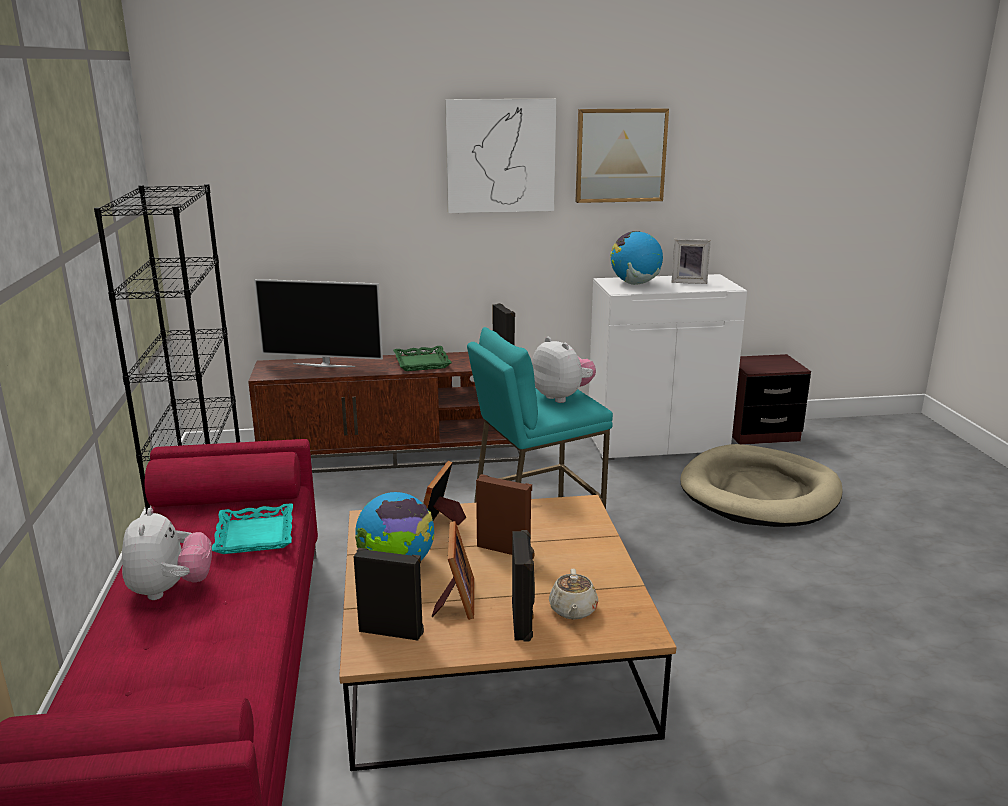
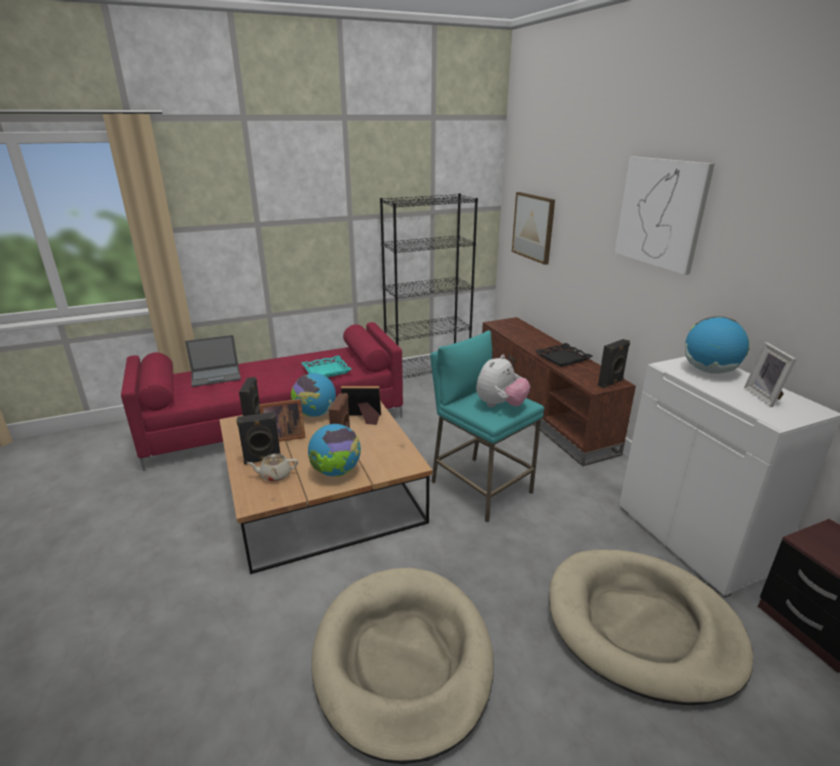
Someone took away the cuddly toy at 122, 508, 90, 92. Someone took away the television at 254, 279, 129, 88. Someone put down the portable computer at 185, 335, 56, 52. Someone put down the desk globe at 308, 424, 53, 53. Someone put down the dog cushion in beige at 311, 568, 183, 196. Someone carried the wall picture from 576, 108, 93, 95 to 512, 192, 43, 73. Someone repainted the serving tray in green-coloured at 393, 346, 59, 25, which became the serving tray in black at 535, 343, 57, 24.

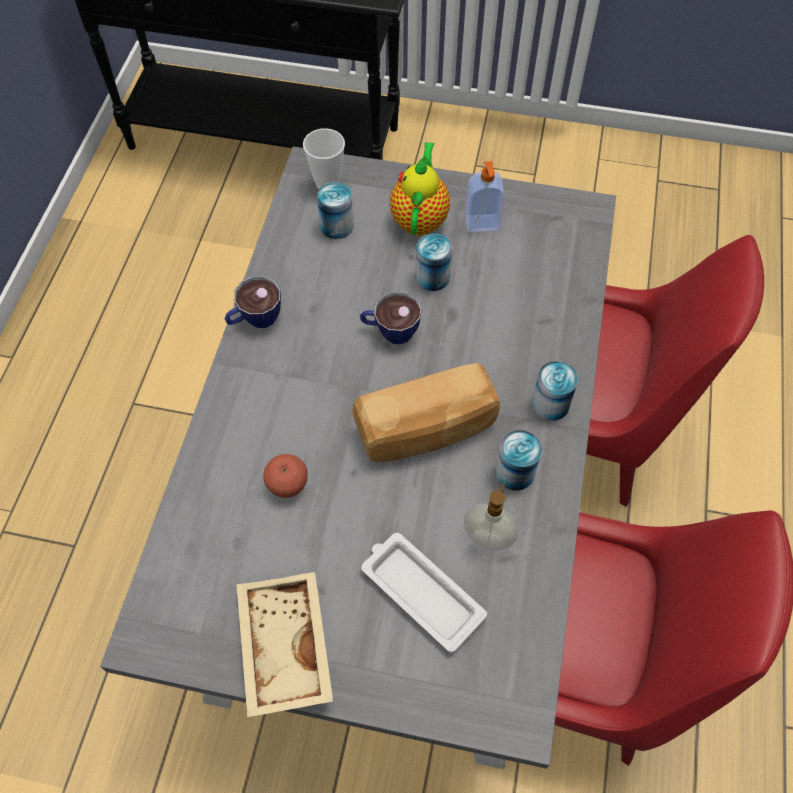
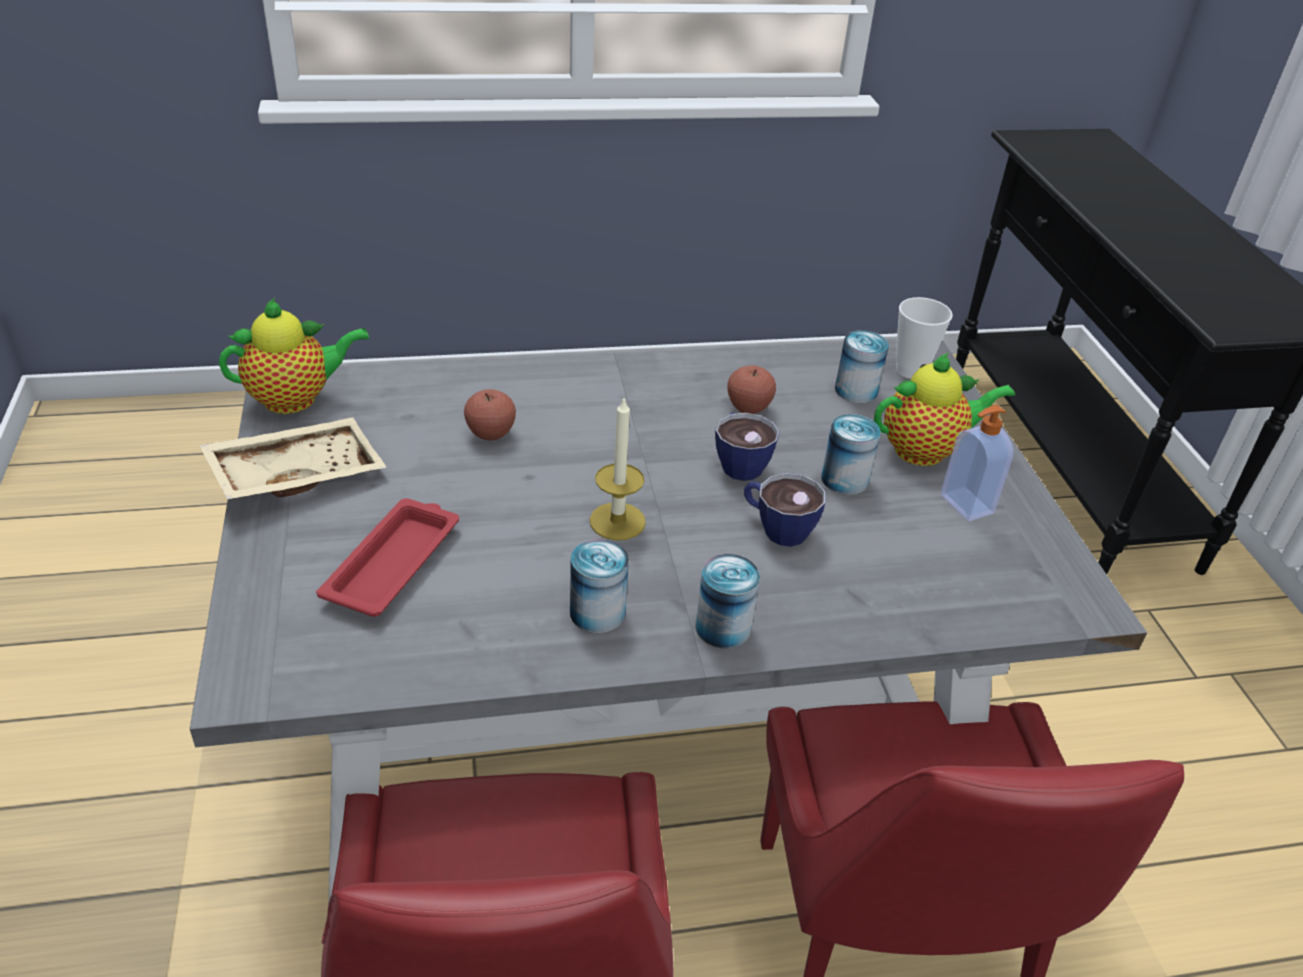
Someone took away the soap dispenser at 464, 482, 54, 69. Someone put down the pot for tea at 219, 298, 150, 116. Someone put down the apple fruit at 727, 365, 49, 49. Someone carried the small cup from 224, 276, 57, 52 to 744, 473, 82, 74. Someone swapped the bakery bread at 353, 363, 147, 100 for the candle at 590, 399, 56, 141. Someone repainted the serving tray in whitish at 361, 533, 126, 120, which became the serving tray in red-coloured at 316, 498, 143, 119.

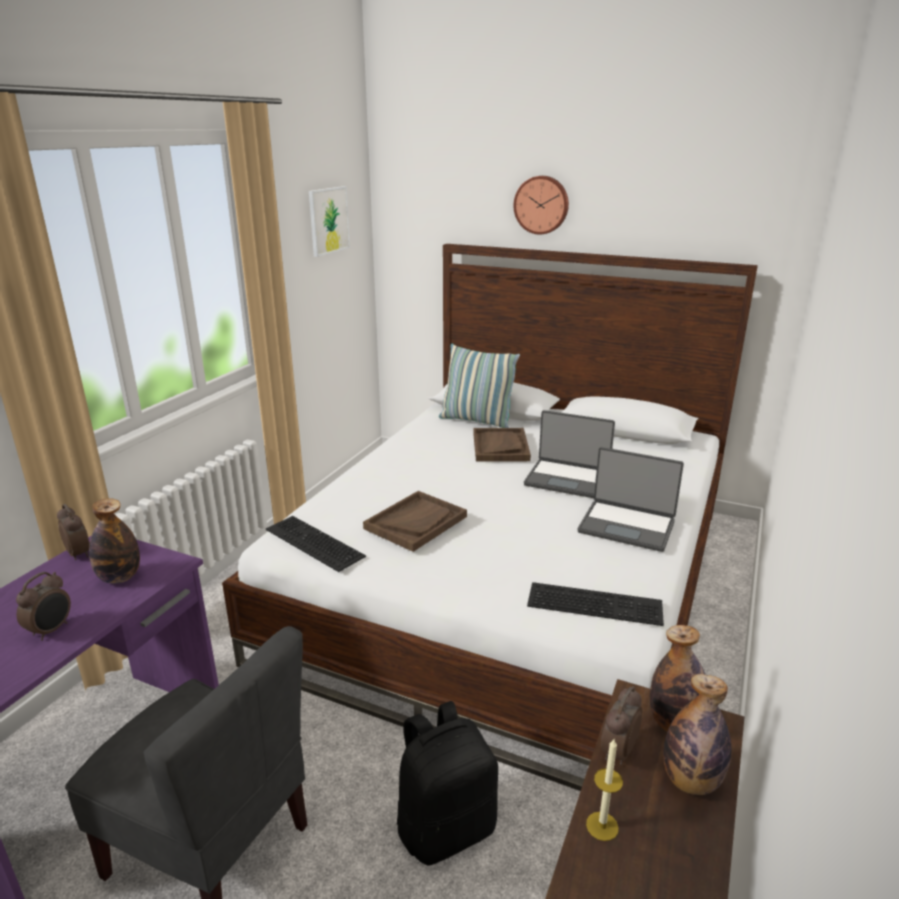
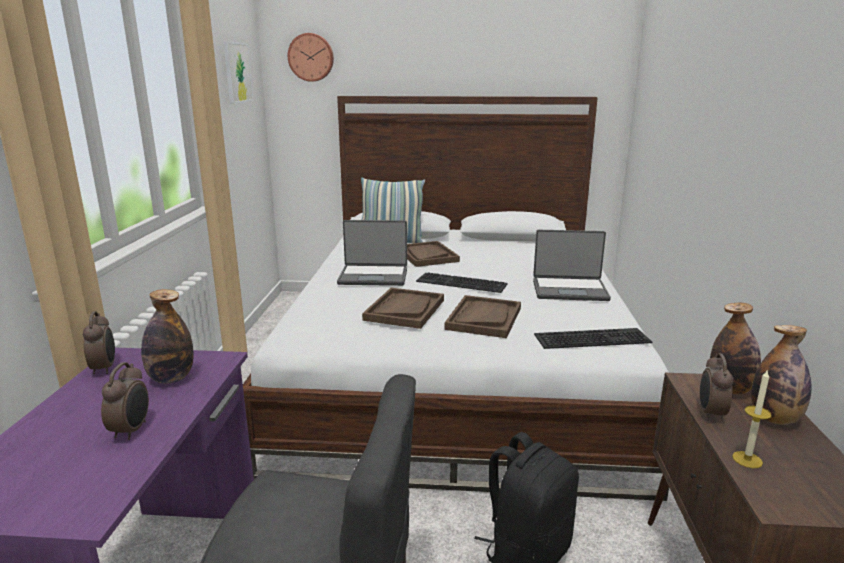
Someone put down the serving tray in brown-coloured at 445, 295, 76, 43. Someone carried the PC keyboard from 266, 516, 100, 56 to 416, 273, 92, 20. Someone carried the hanging clock from 514, 176, 55, 59 to 288, 33, 46, 49. Someone carried the portable computer from 524, 410, 91, 88 to 337, 220, 70, 66. Someone rotated the bedside clock at 57, 504, 32, 56 by 45 degrees clockwise.

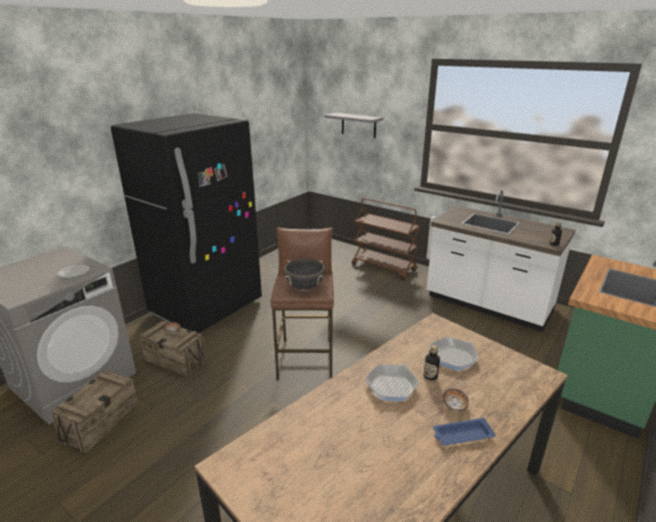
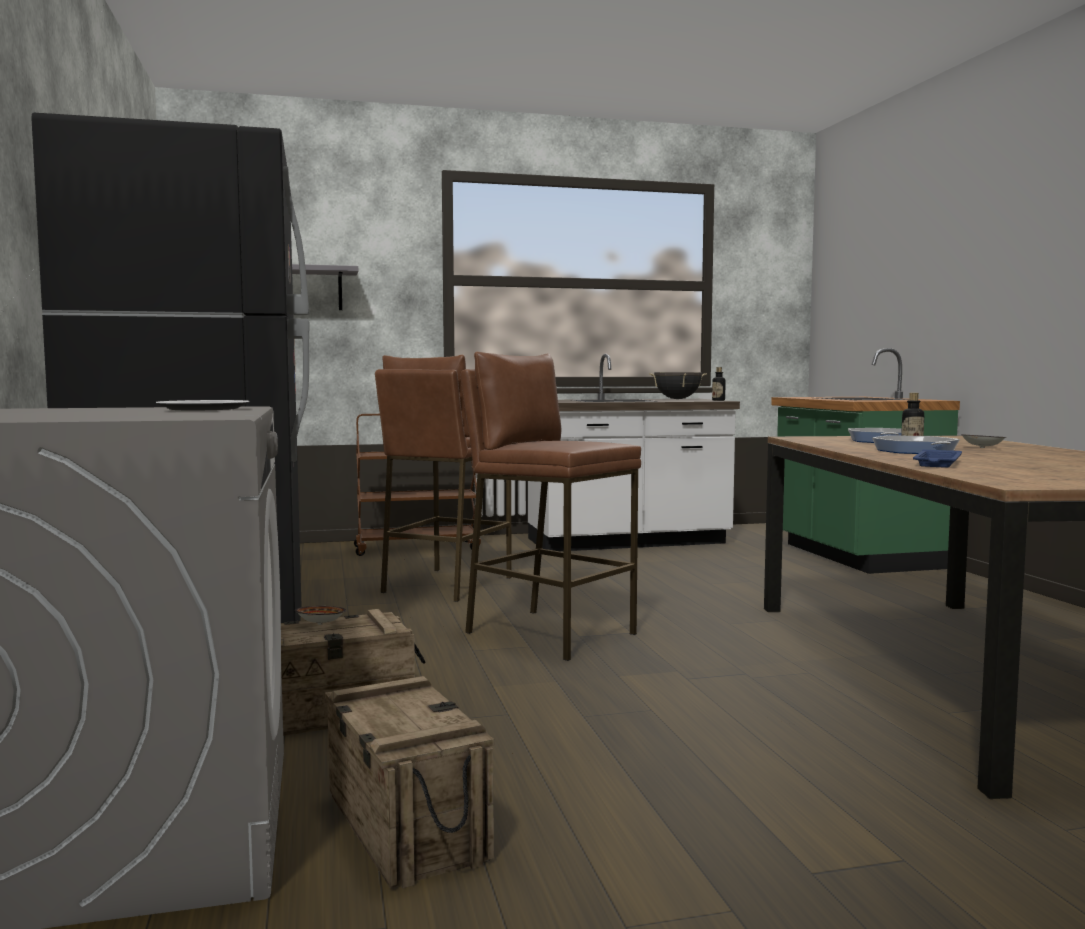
Someone put down the sitting stool in brown-coloured at 375, 355, 137, 247. Someone carried the stockpot in black from 284, 258, 41, 32 to 649, 372, 58, 27. Someone carried the serving tray in bluish from 433, 418, 63, 27 to 913, 450, 49, 18.

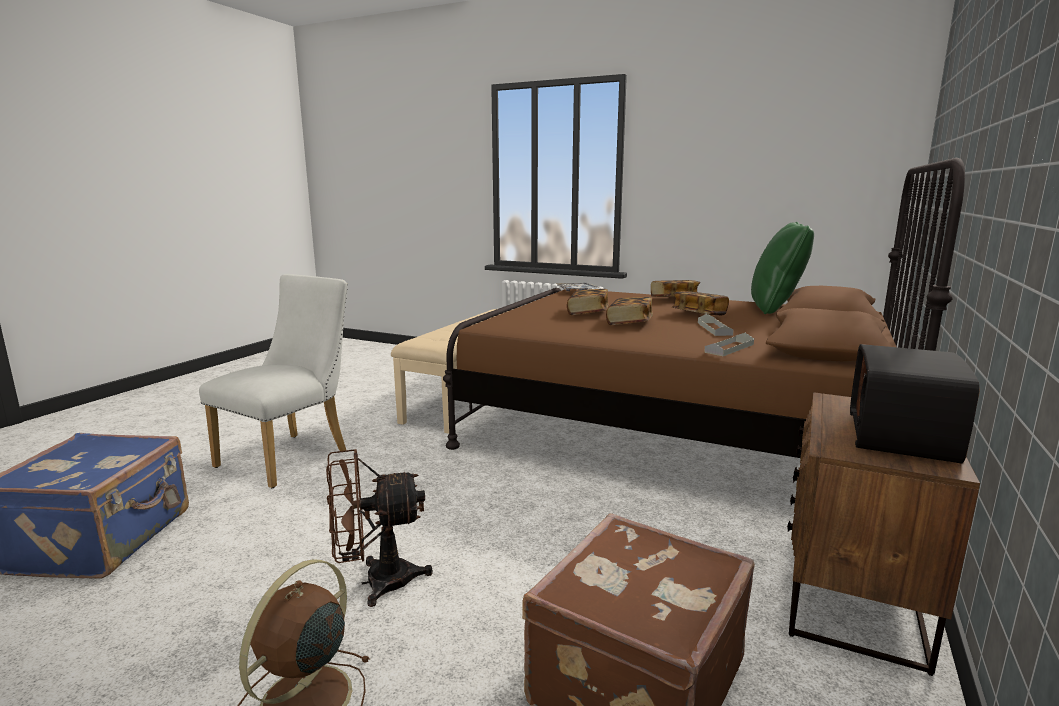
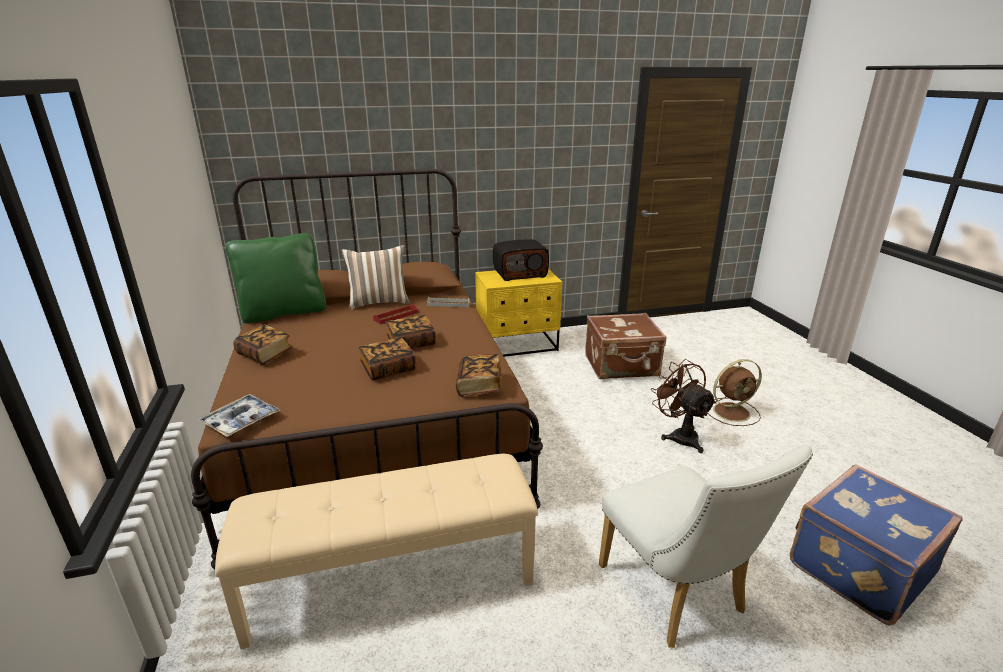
Someone put down the cushion at 341, 245, 69, 64. Someone carried the bound book from 672, 291, 57, 25 to 456, 354, 46, 43. Someone repainted the serving tray in grey at 698, 314, 36, 22, which became the serving tray in red-coloured at 373, 304, 45, 20. Someone repainted the night table in brown-coloured at 787, 392, 193, 284, which became the night table in yellow-coloured at 475, 269, 87, 88. Someone rotated the upright chair in whitish at 199, 274, 149, 214 by 105 degrees counterclockwise. Someone rotated the electric fan in brown-coloured at 326, 449, 107, 158 by 150 degrees counterclockwise.

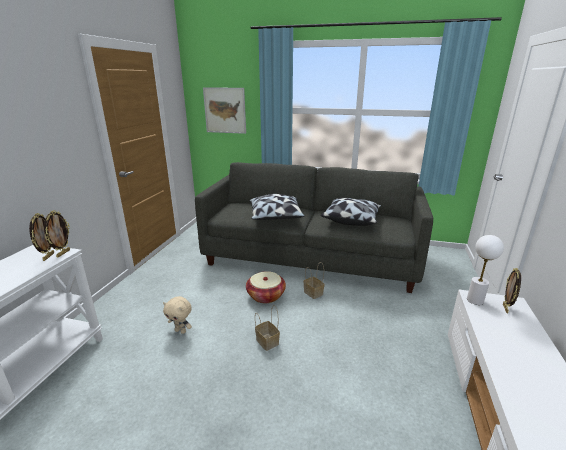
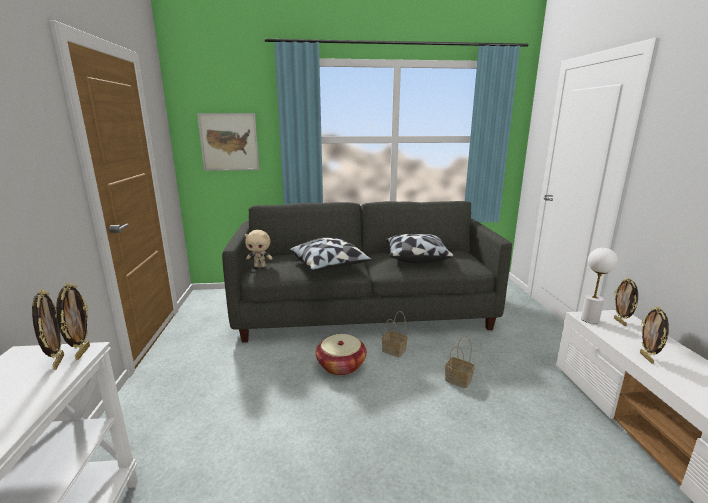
Someone put down the standing frame at 640, 307, 29, 57. Someone carried the cuddly toy in beige from 163, 296, 29, 38 to 245, 230, 27, 37. Someone carried the storage basket from 255, 305, 25, 46 to 445, 336, 30, 52.

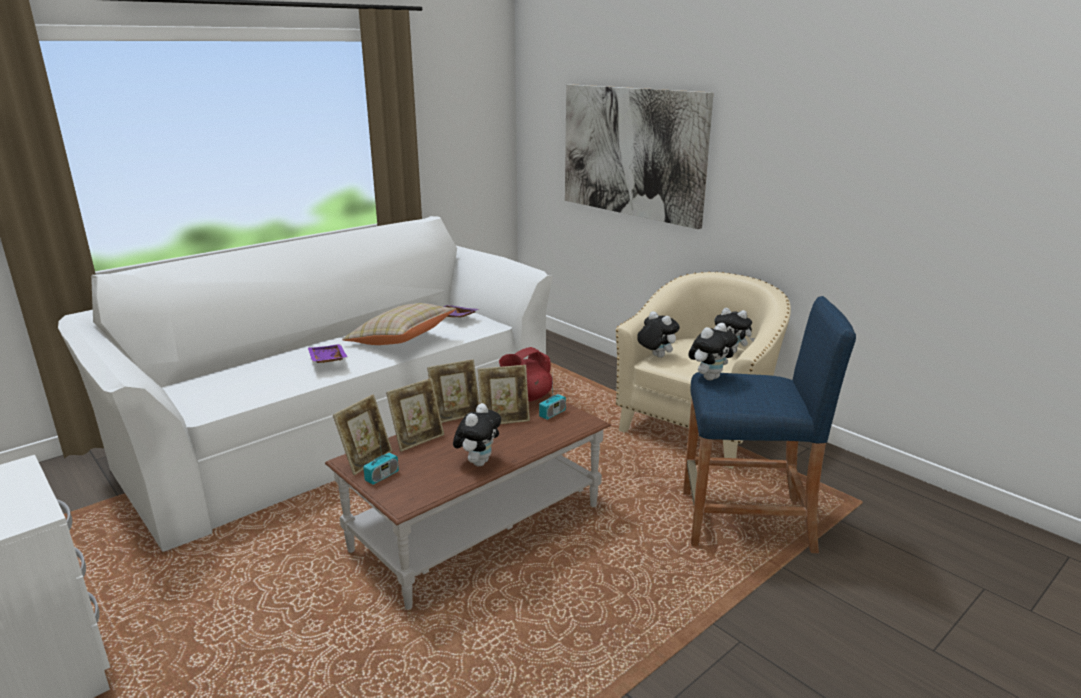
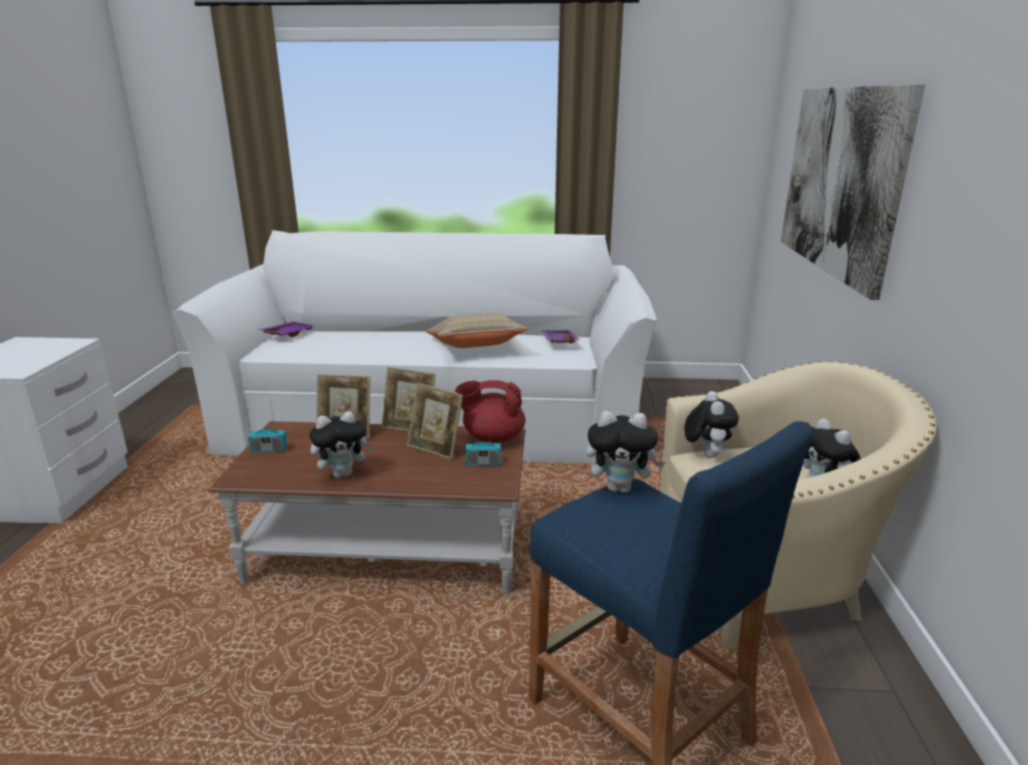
Someone took away the standing frame at 333, 394, 59, 81. Someone carried the serving tray in purple from 308, 344, 39, 19 to 258, 321, 58, 16.

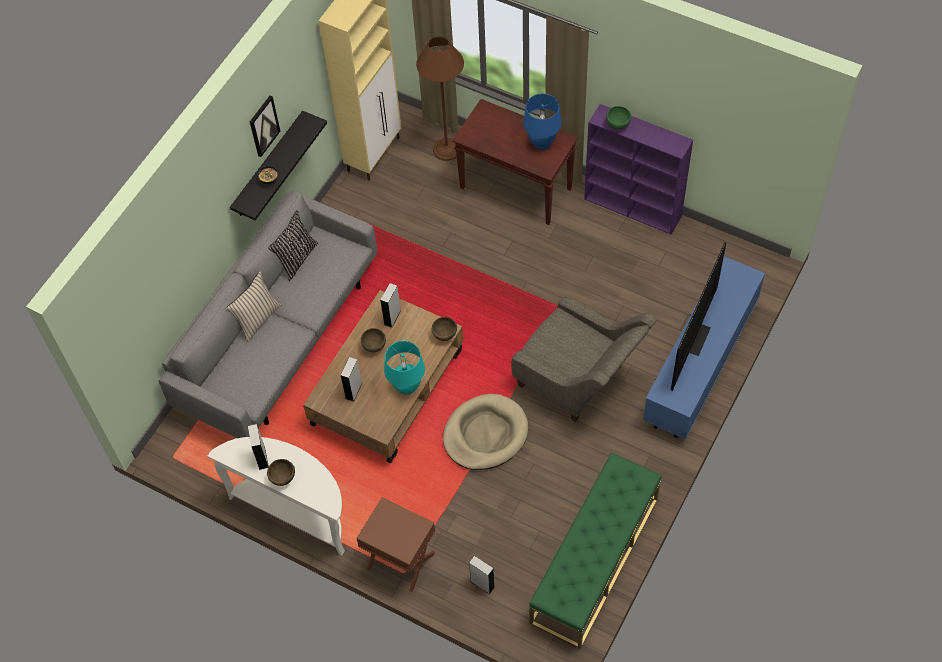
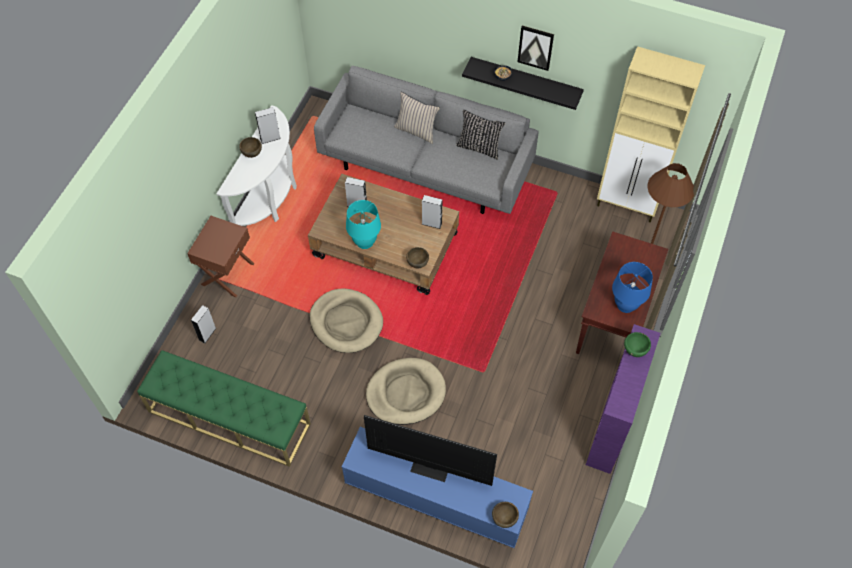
Someone carried the bowl in brown-coloured from 361, 328, 25, 24 to 492, 502, 27, 26. Someone swapped the lounge chair in grey at 511, 297, 146, 125 for the dog cushion in beige at 366, 358, 80, 67.

